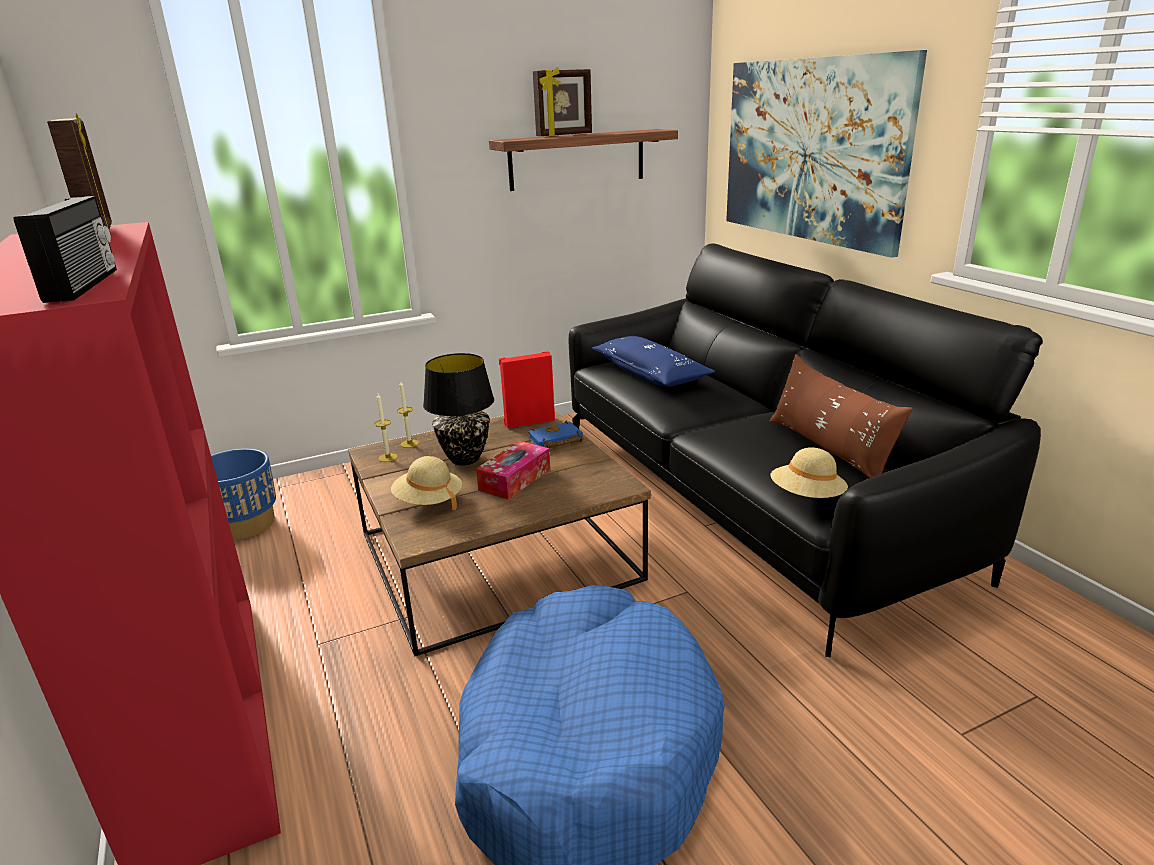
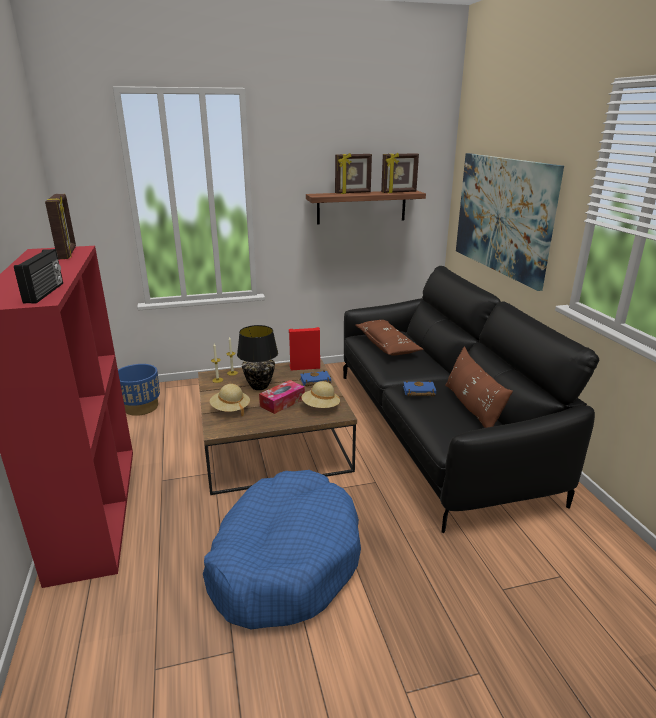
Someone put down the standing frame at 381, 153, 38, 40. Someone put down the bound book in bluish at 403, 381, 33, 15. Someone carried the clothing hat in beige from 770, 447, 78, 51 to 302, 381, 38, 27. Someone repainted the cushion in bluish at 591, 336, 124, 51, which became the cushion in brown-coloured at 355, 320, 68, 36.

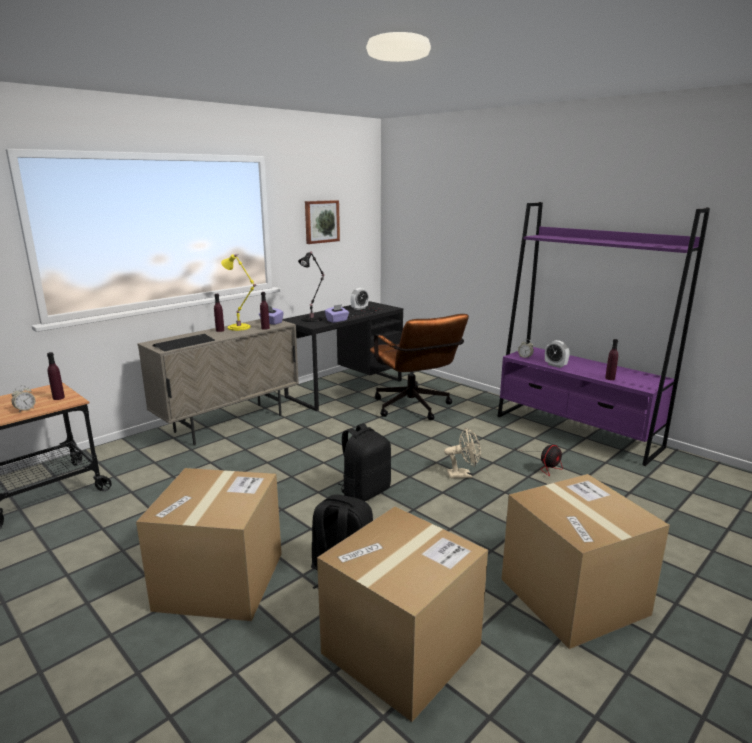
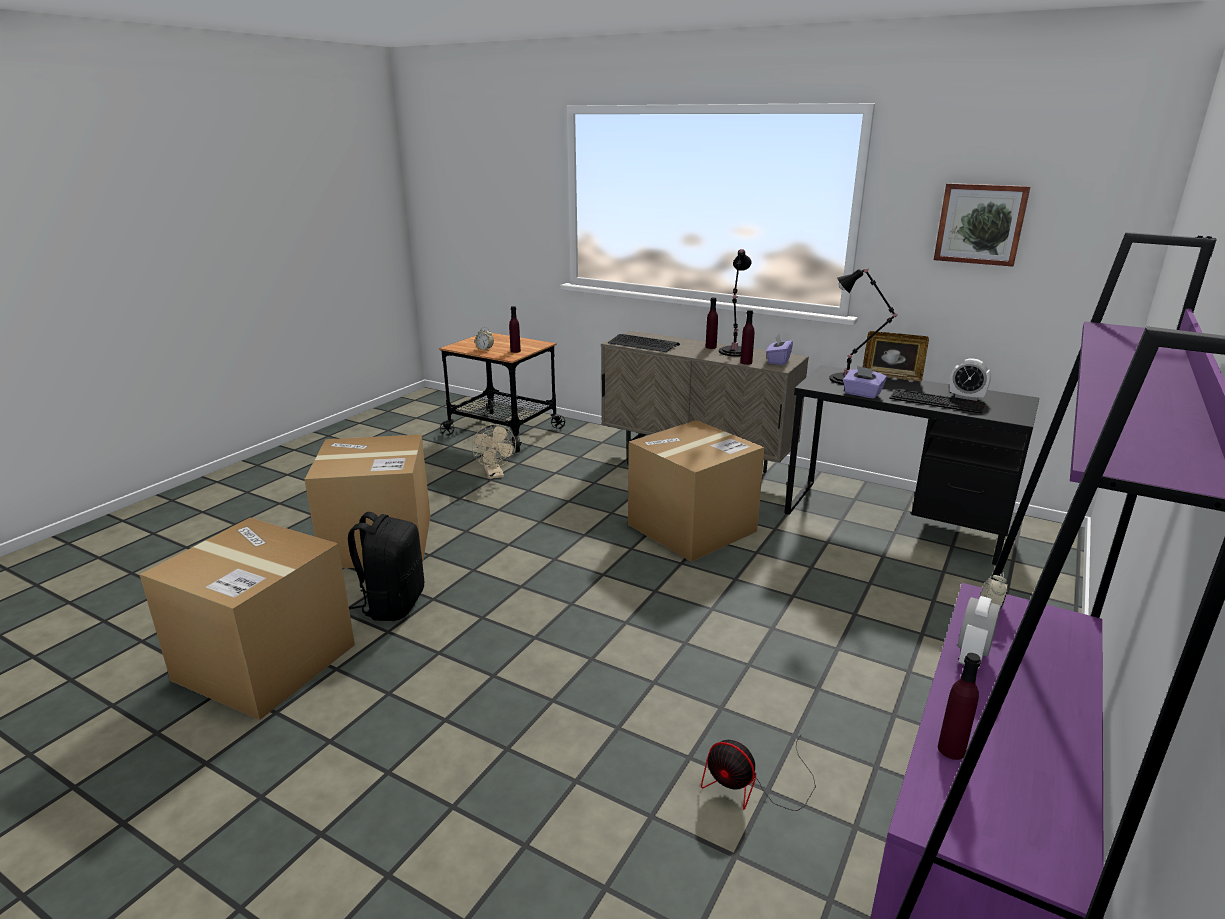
Someone took away the rucksack in black at 338, 423, 53, 78. Someone took away the computer chair in brown-coloured at 370, 314, 99, 106. Someone put down the standing frame at 863, 331, 66, 50. Someone carried the electric fan in beige from 444, 428, 37, 51 to 472, 424, 44, 55. Someone carried the carton from 501, 474, 169, 175 to 628, 420, 137, 142. Someone repainted the lamp for a table in yellow-coloured at 221, 254, 35, 77, which became the lamp for a table in black at 719, 249, 32, 108.

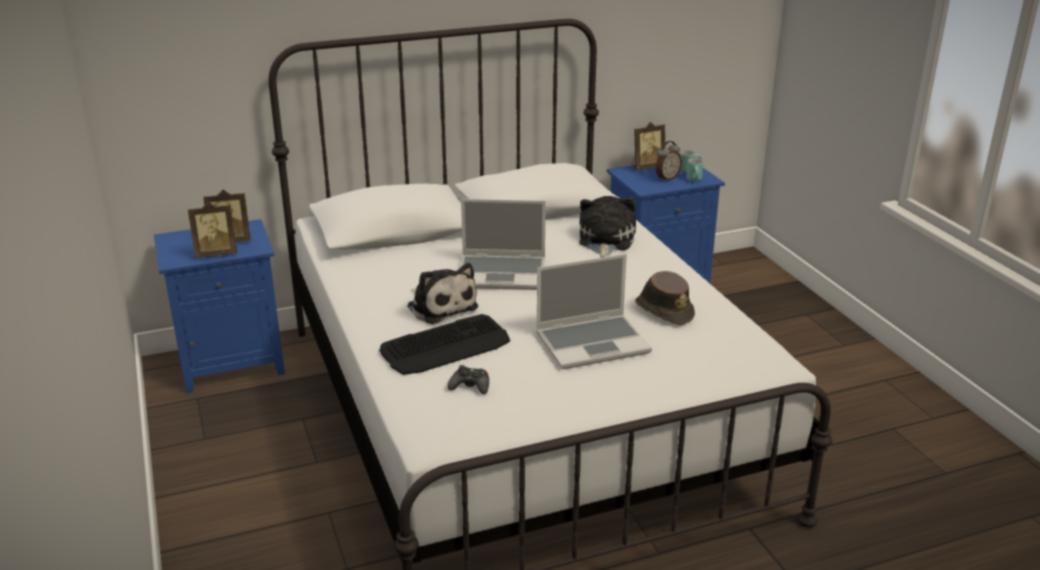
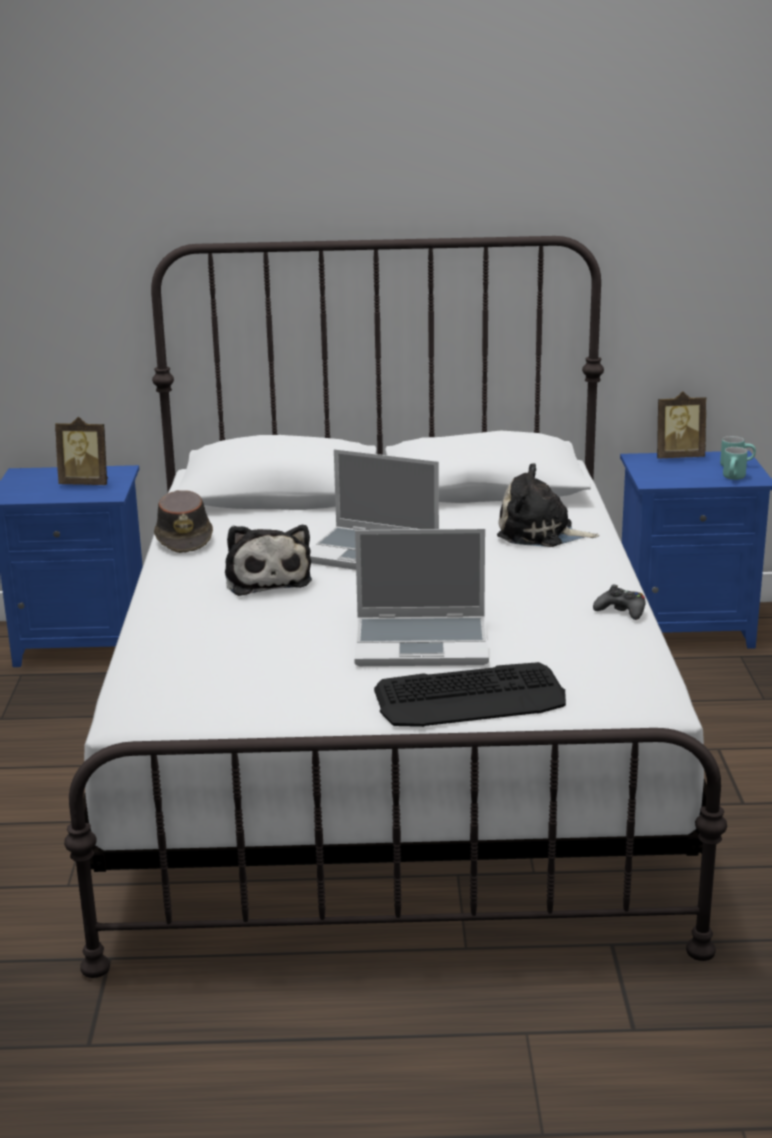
Someone took away the standing frame at 188, 202, 49, 56. Someone took away the bedside clock at 656, 141, 26, 41. Someone carried the PC keyboard from 380, 314, 130, 61 to 374, 662, 192, 65. Someone carried the game controller in black from 448, 365, 41, 29 to 593, 585, 53, 35. Someone carried the clothing hat in brown-coloured from 635, 271, 60, 54 to 154, 490, 59, 63. Someone rotated the cuddly toy at 579, 196, 57, 62 by 105 degrees counterclockwise.

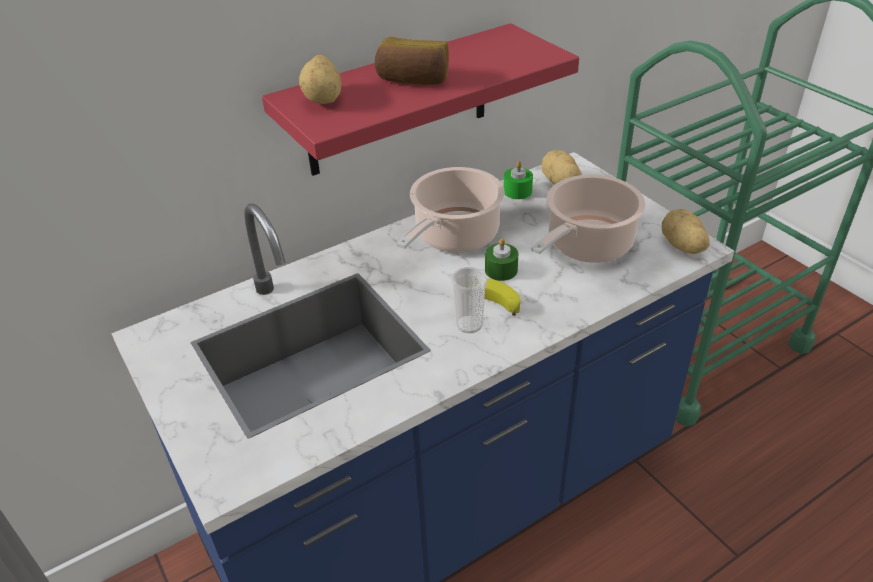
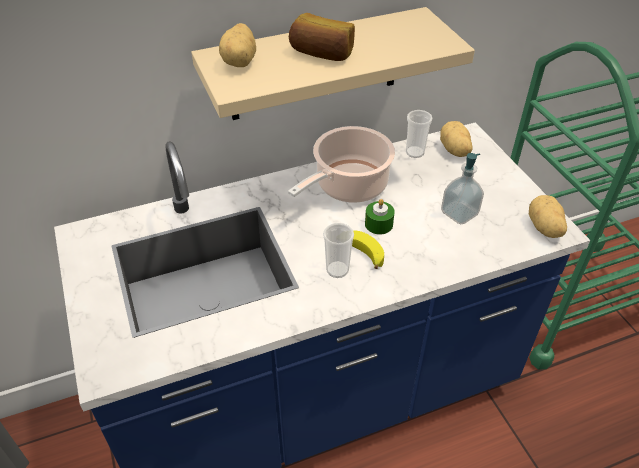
Someone swapped the candle in green-coloured at 504, 161, 29, 38 for the small cup at 406, 110, 27, 48. Someone swapped the stockpot at 531, 174, 114, 89 for the soap dispenser at 441, 153, 43, 71. Someone repainted the shelf in red-coloured at 262, 23, 317, 153, which became the shelf in beige at 191, 7, 284, 113.

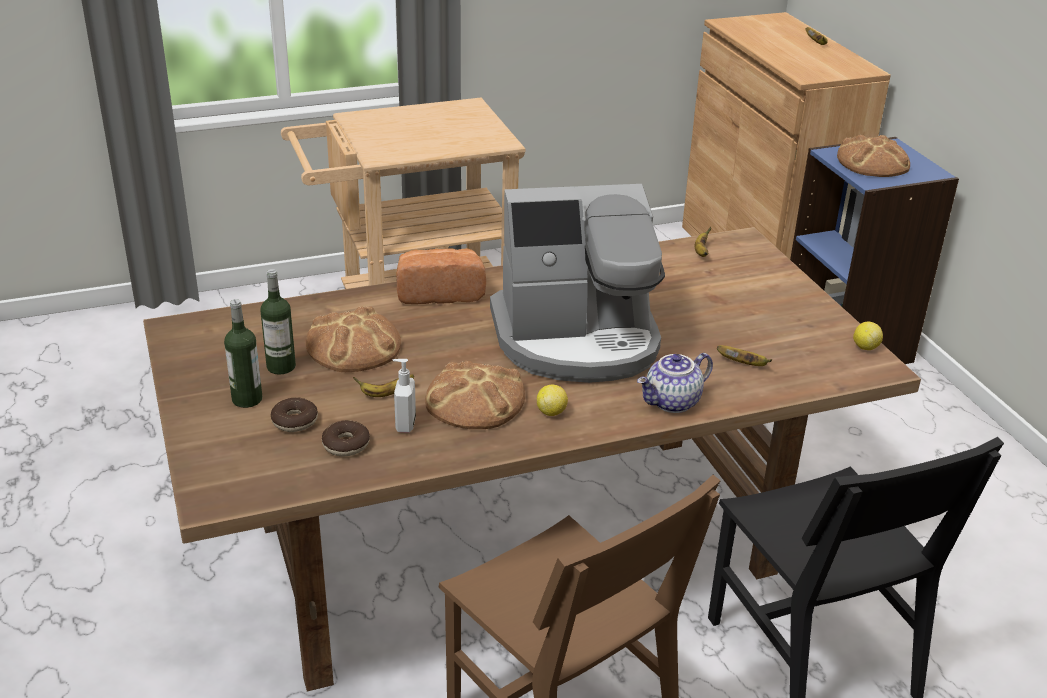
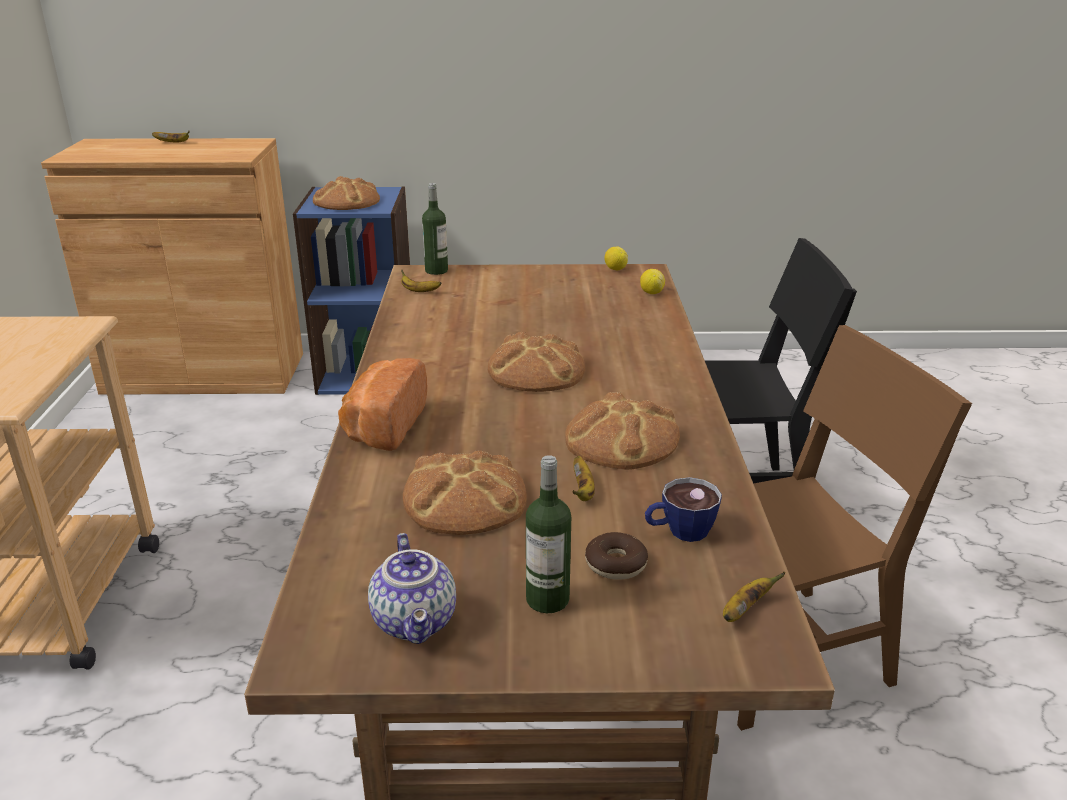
Someone took away the soap dispenser at 392, 359, 24, 74. Someone carried the drink bottle from 260, 269, 36, 106 to 422, 183, 26, 92. Someone carried the whole lemon from 537, 385, 31, 31 to 640, 269, 25, 25. Someone carried the pot for tea from 637, 353, 76, 60 to 368, 533, 88, 111. Someone carried the whole banana from 717, 345, 55, 21 to 723, 572, 63, 50. Someone swapped the doughnut at 322, 420, 48, 37 for the small cup at 645, 477, 77, 65. Someone swapped the coffee maker at 490, 184, 175, 199 for the bakery bread at 488, 332, 97, 60.

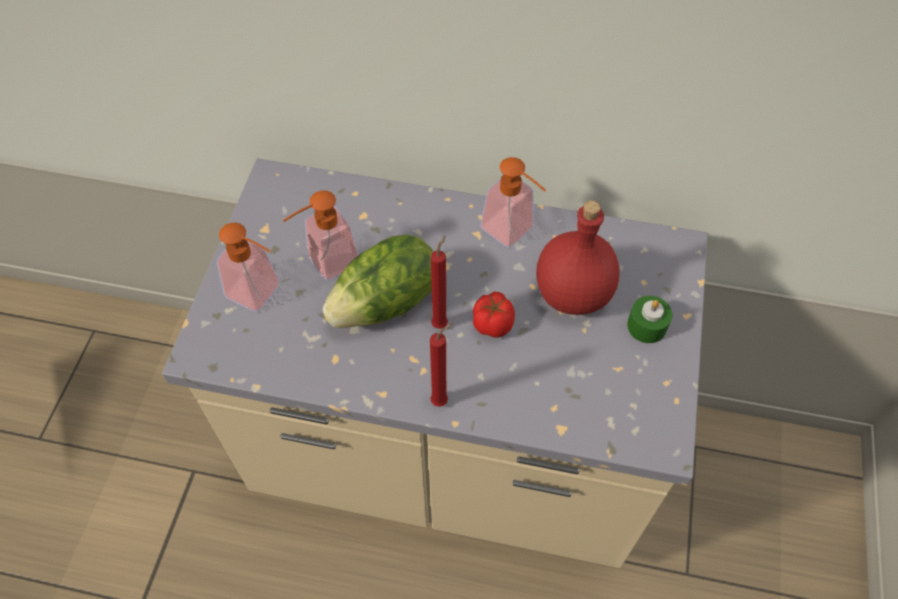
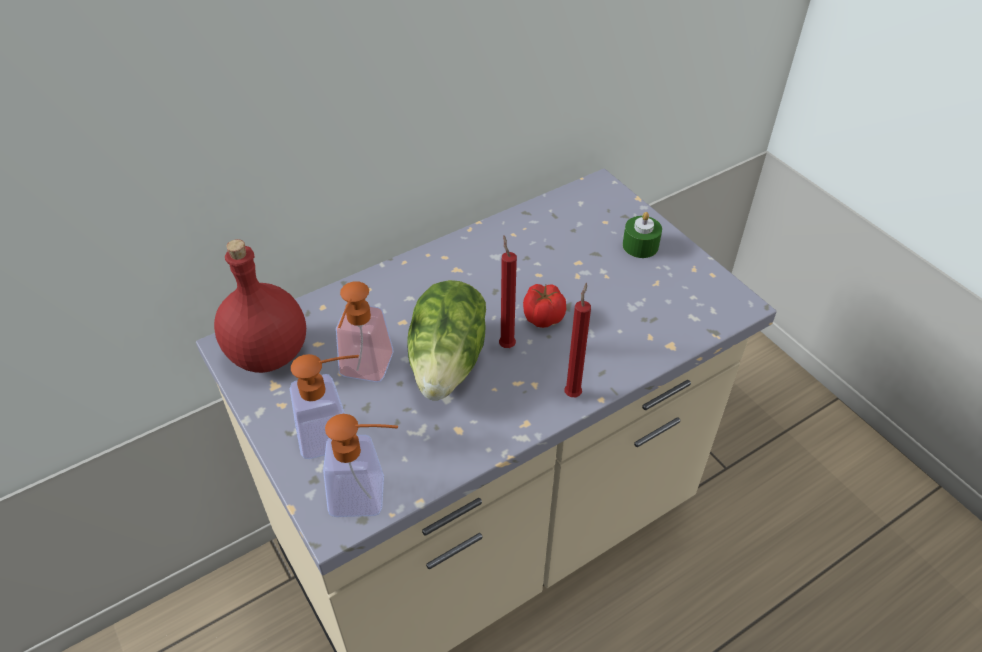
Someone carried the soap dispenser from 480, 157, 66, 91 to 323, 414, 75, 103. Someone carried the drink bottle in red-coloured from 536, 200, 83, 115 to 214, 239, 92, 134.

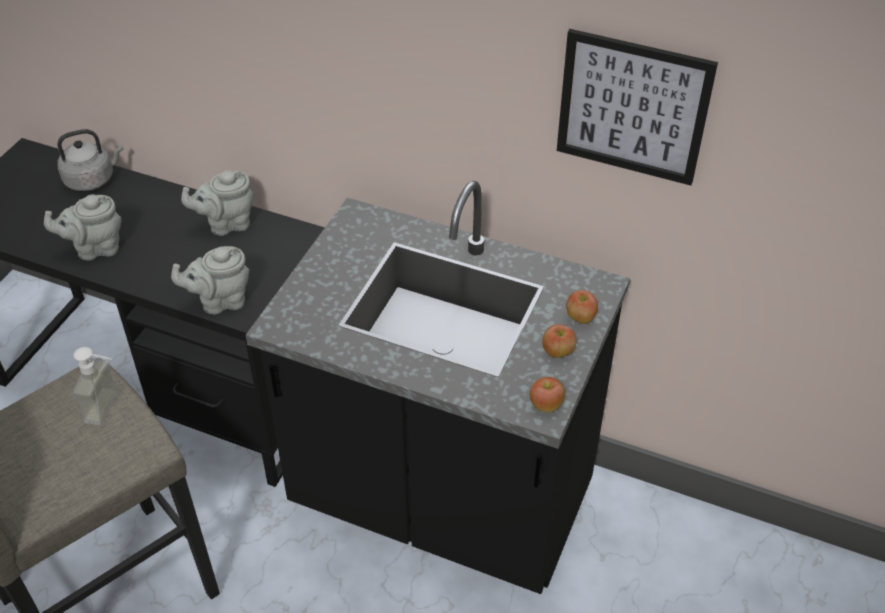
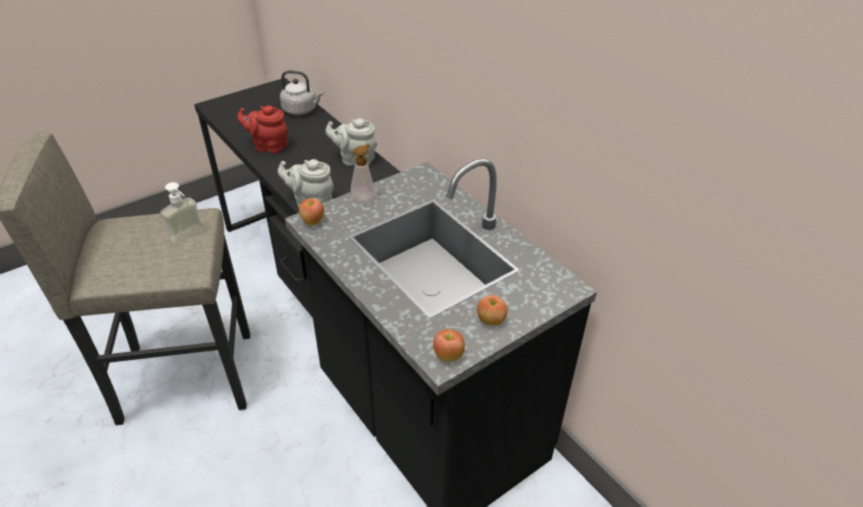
Someone took away the wall picture at 557, 29, 161, 157. Someone put down the soap dispenser at 351, 143, 25, 62. Someone carried the apple fruit from 566, 290, 32, 34 to 299, 198, 25, 28. Someone repainted the pot for tea in grey at 44, 194, 78, 67, which became the pot for tea in red-coloured at 237, 106, 51, 48.

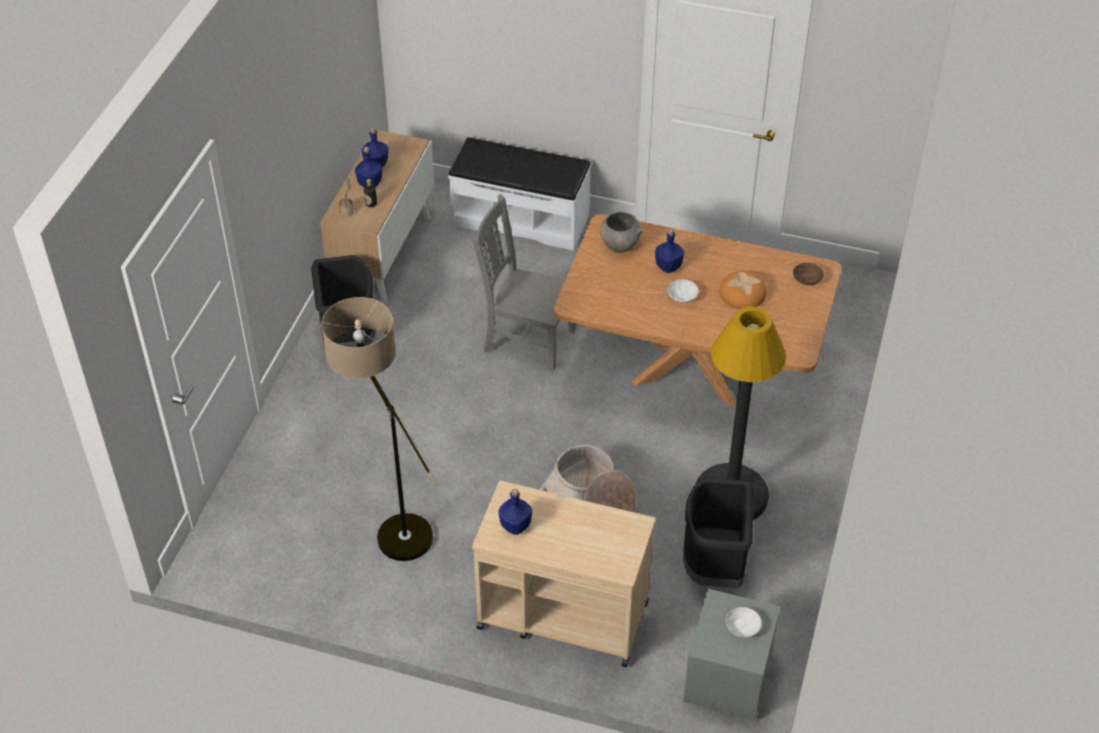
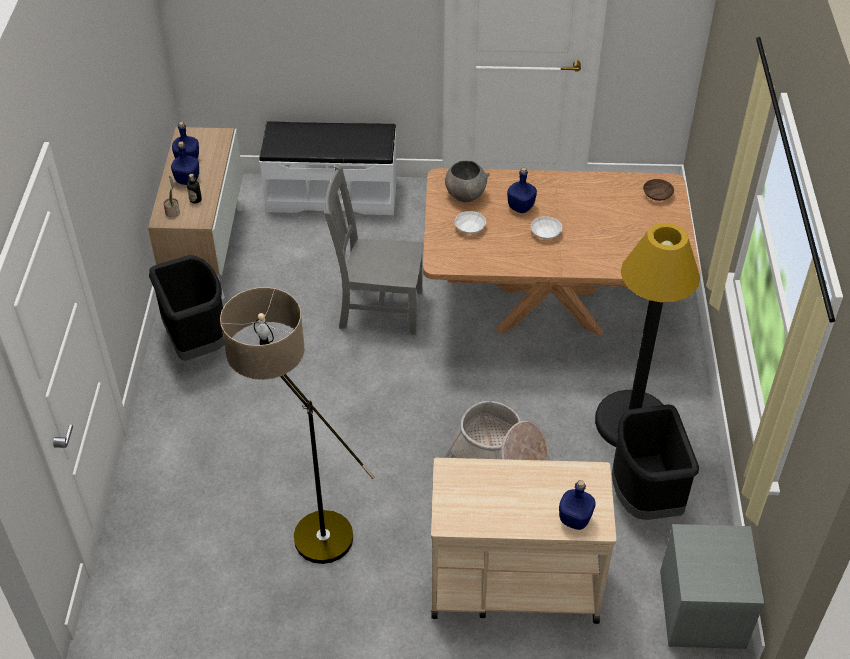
Someone took away the bakery bread at 719, 271, 48, 38. Someone carried the drink bottle in bluish from 498, 489, 34, 46 to 559, 480, 37, 50. Someone carried the bowl in whitish from 726, 607, 36, 31 to 455, 211, 31, 23.

